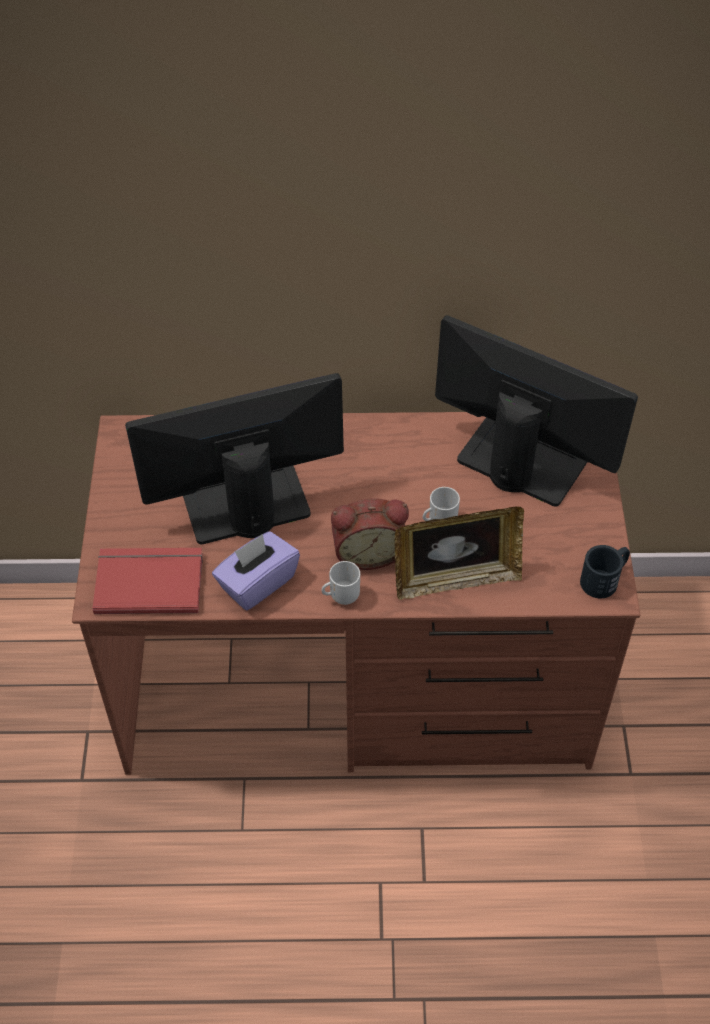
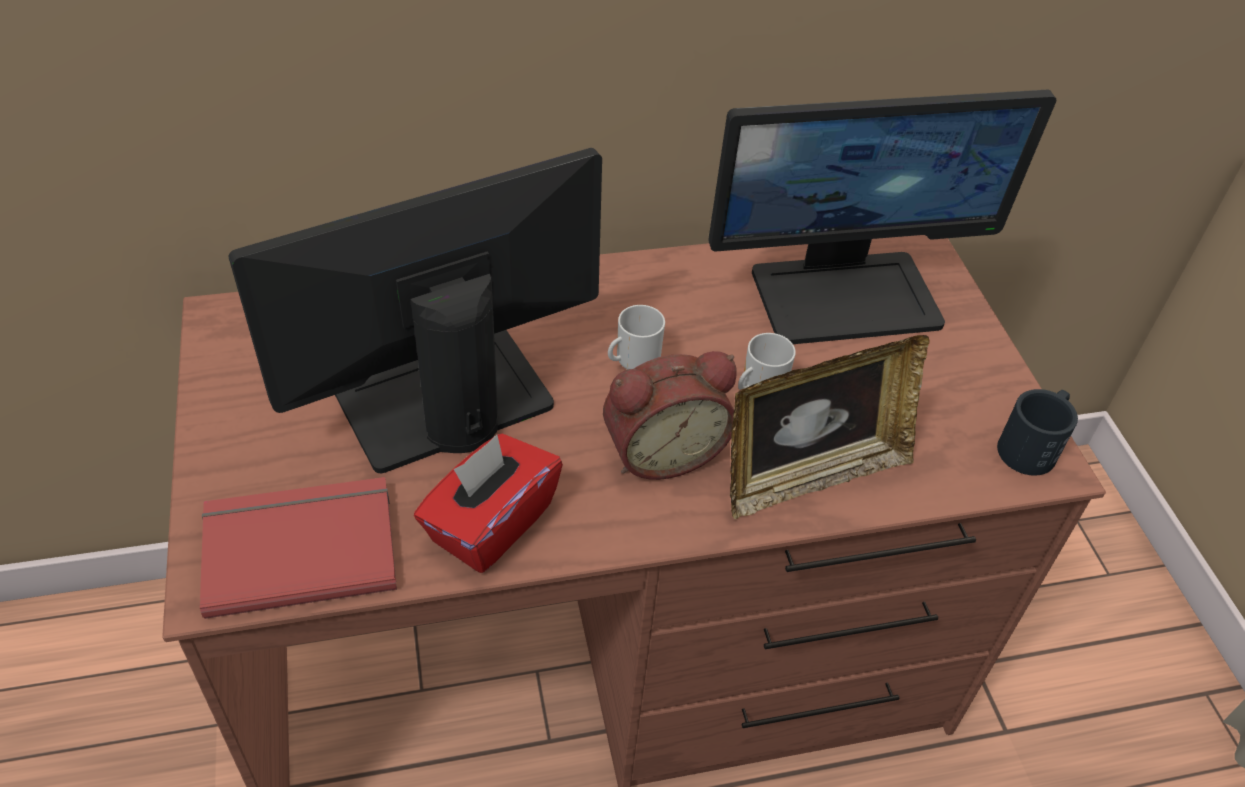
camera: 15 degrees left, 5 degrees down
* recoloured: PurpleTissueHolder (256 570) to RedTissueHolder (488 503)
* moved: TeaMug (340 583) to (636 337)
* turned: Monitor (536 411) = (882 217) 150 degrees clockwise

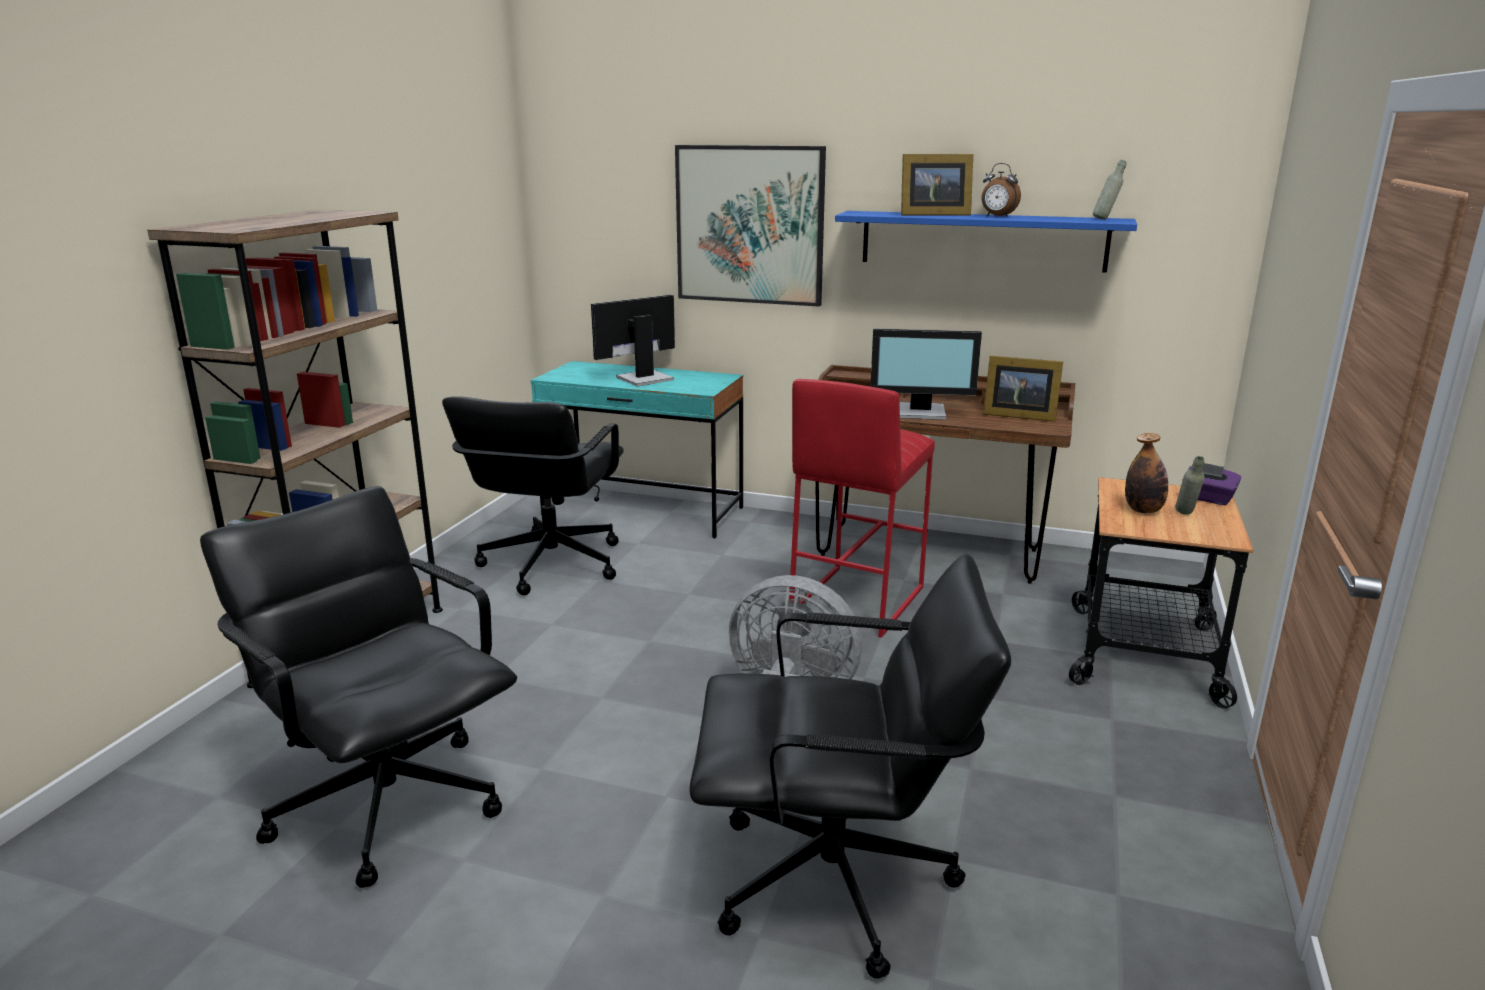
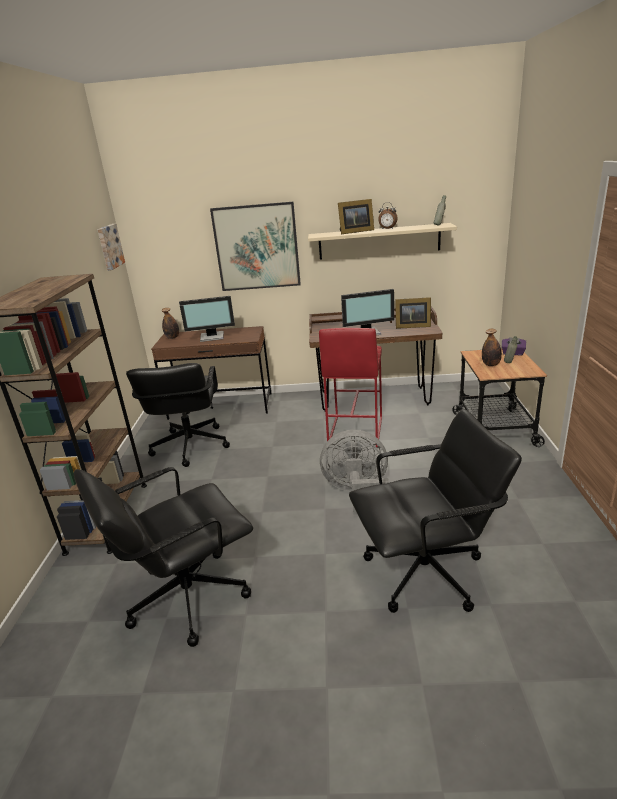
camera: 15 degrees left, 5 degrees up
* turned: BlackColouredDeskChair (358 687) = (163 557) 60 degrees counterclockwise
* recoloured: TurquoiseDesk (637 450) to BrownColouredDesk (211 373)
* turned: Monitor (633 340) = (207 319) 135 degrees counterclockwise
* recoloured: BlueColouredBracketShelf (986 242) to SandColouredBracketShelf (382 241)
* added: WallPicture (111 247)
* added: DrinkBottle (170 323)

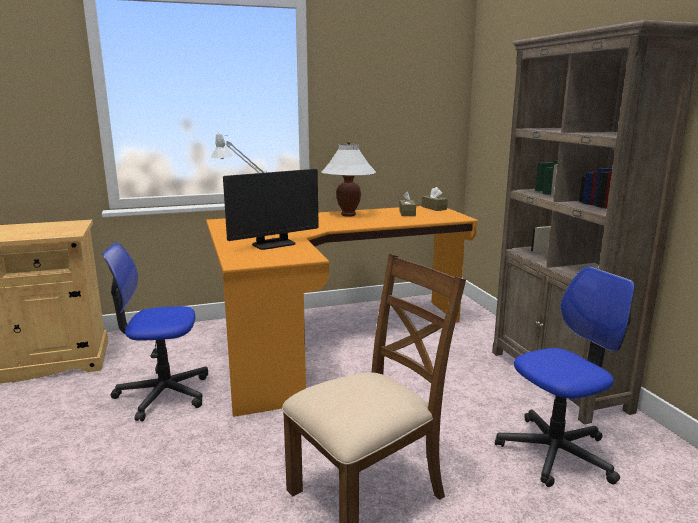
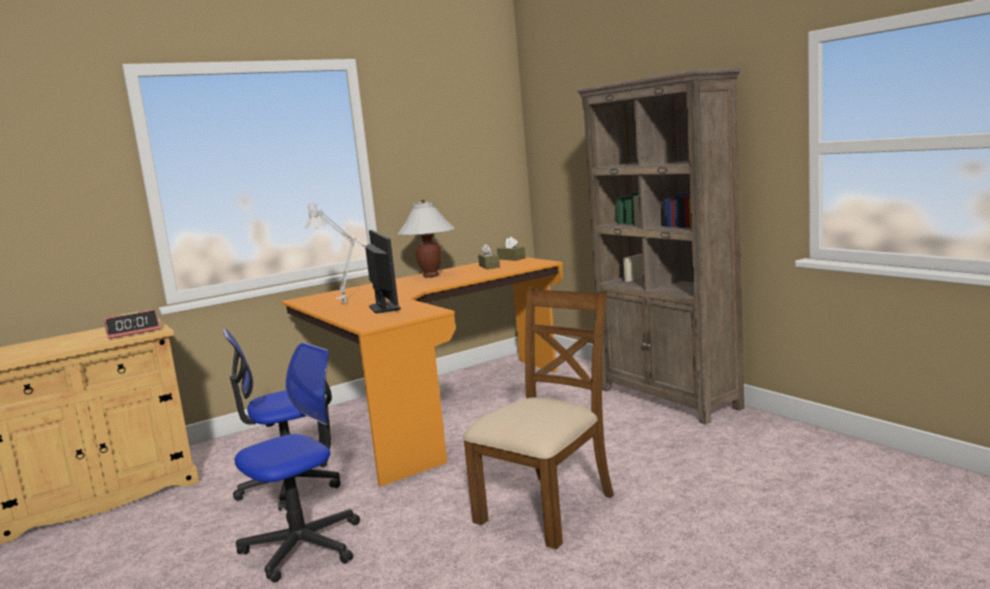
camera: 15 degrees left, 5 degrees down
* turned: Monitor (271 209) = (383 271) 60 degrees counterclockwise
* moved: DeskChair (565 377) to (297 462)
* added: BedsideClock (132 324)

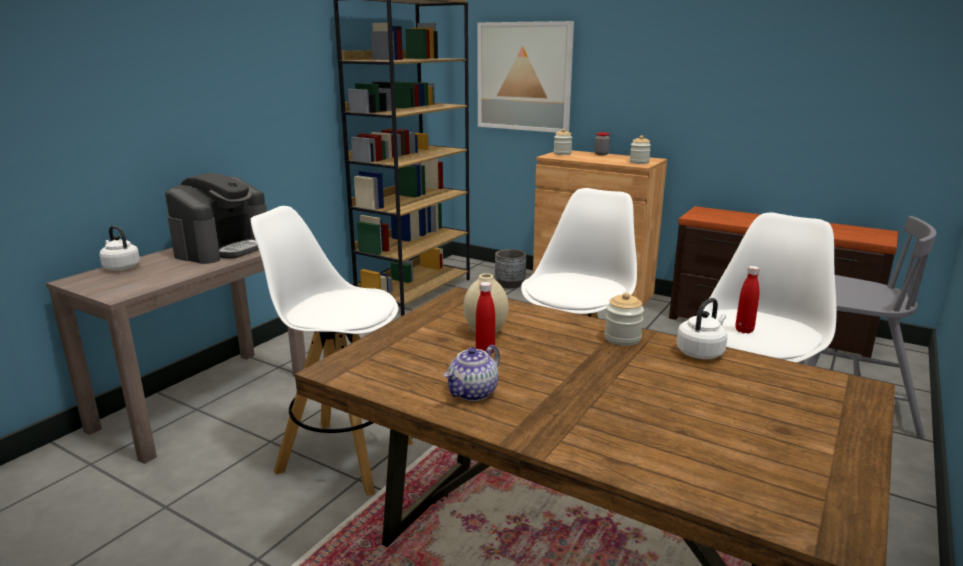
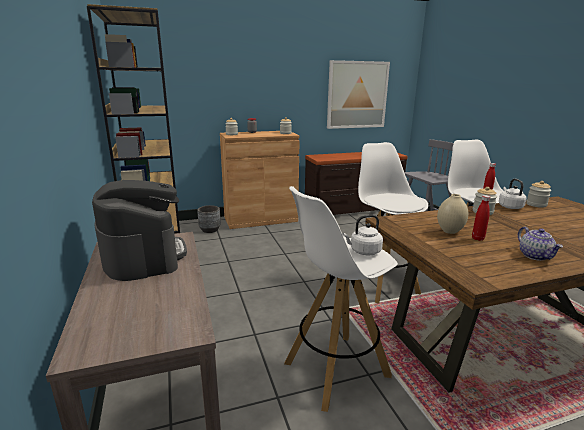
camera: 50 degrees left, 0 degrees up
* moved: WhiteWaterKettle (120 248) to (363 235)
* moved: WallPicture (525 77) to (358 94)
* added: StorageJar (538 194)

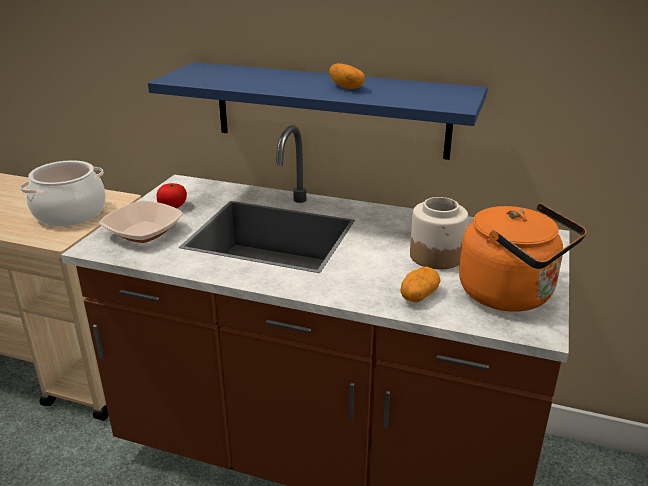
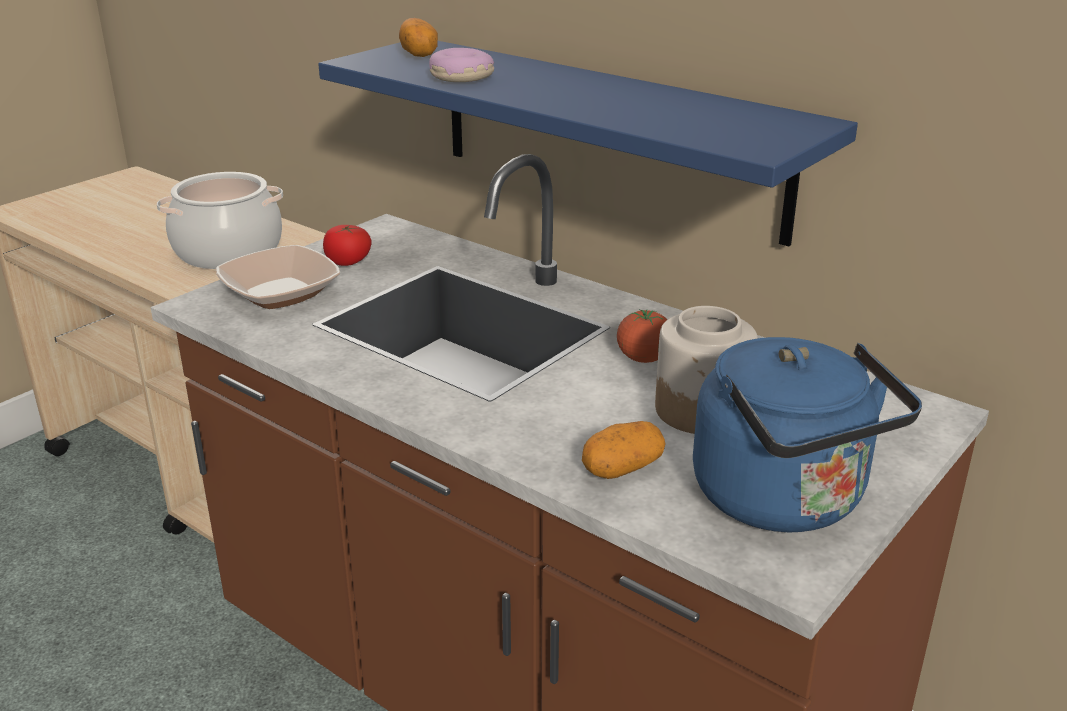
camera: 20 degrees right, 0 degrees up
* moved: WholePotato (347 76) to (418 37)
* recoloured: OrangeyWaterKettle (522 257) to BlueColouredWaterKettle (807 435)
* added: RingDoughnut (461 65)
* added: Tomato (642 336)

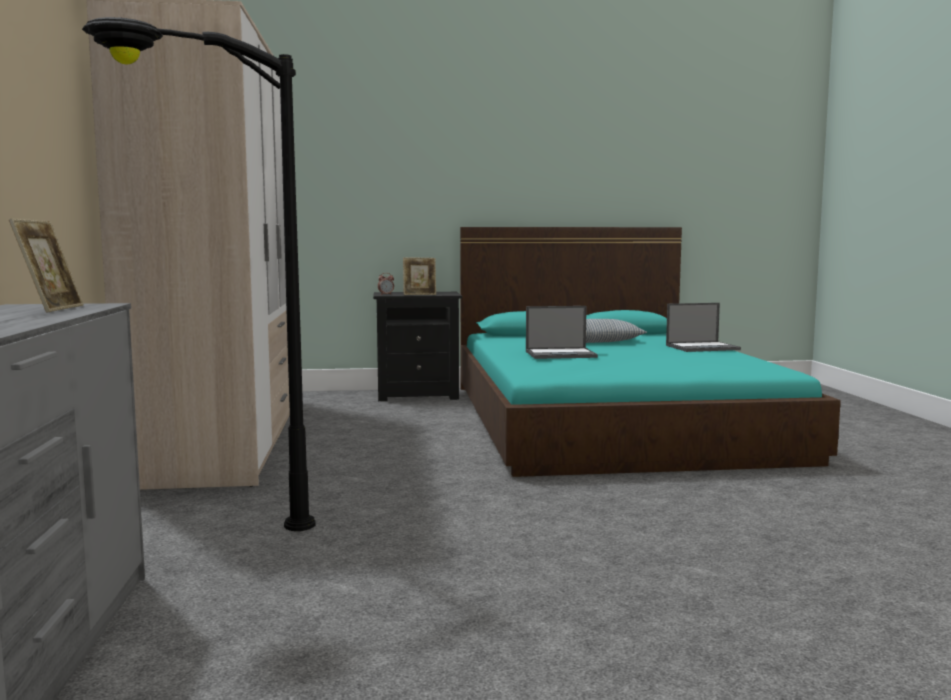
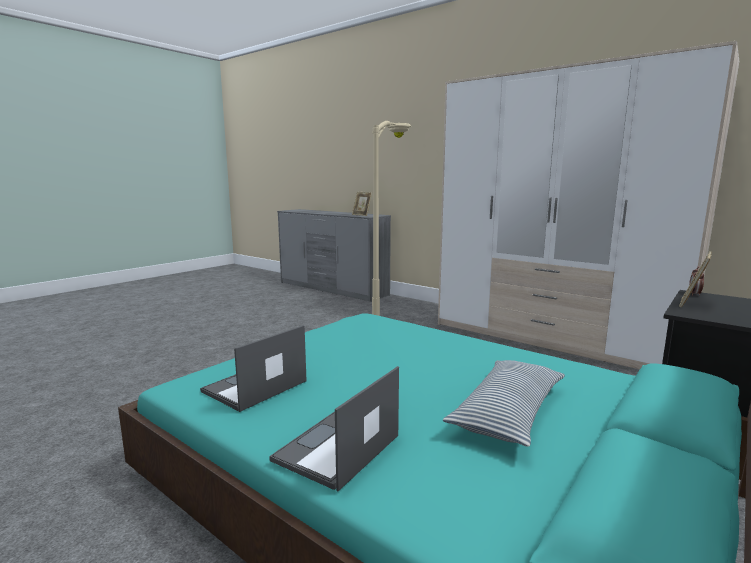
camera: 135 degrees right, 5 degrees up
* recoloured: BlackColouredStandardLamp (199 274) to SandColouredStandardLamp (392 218)
* moved: Laptop (562 332) to (253 368)

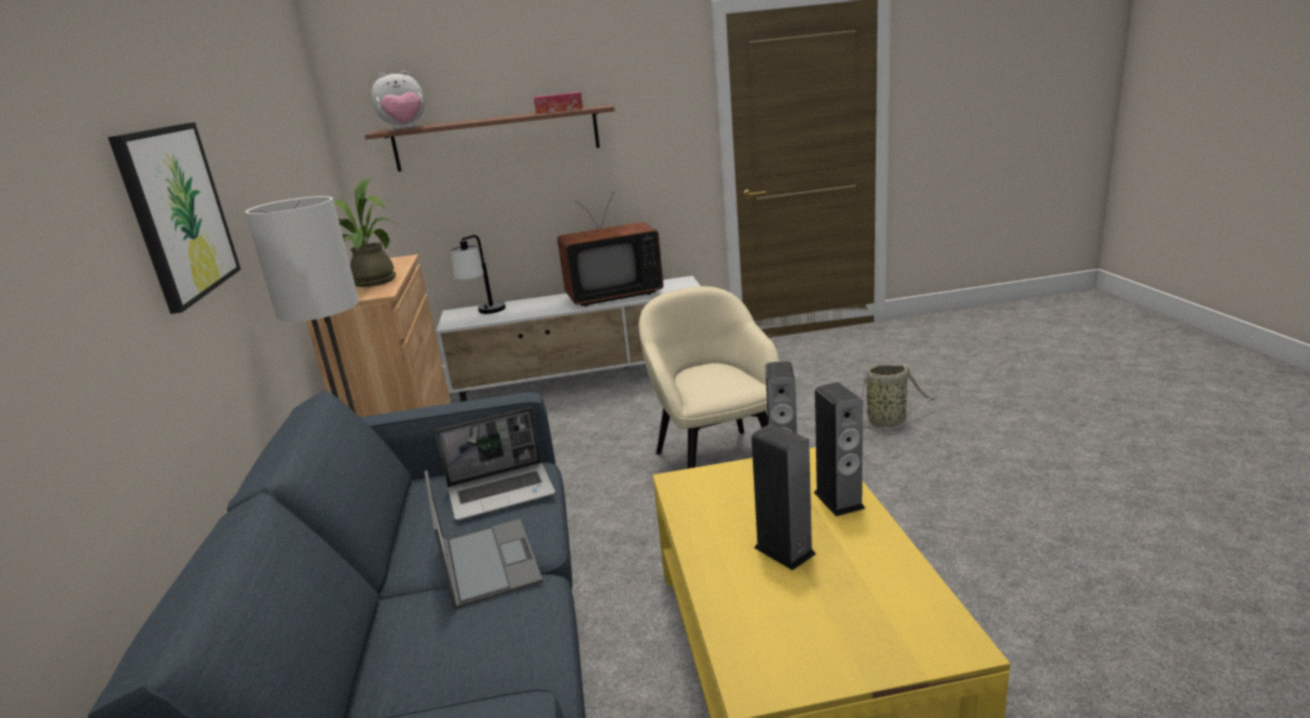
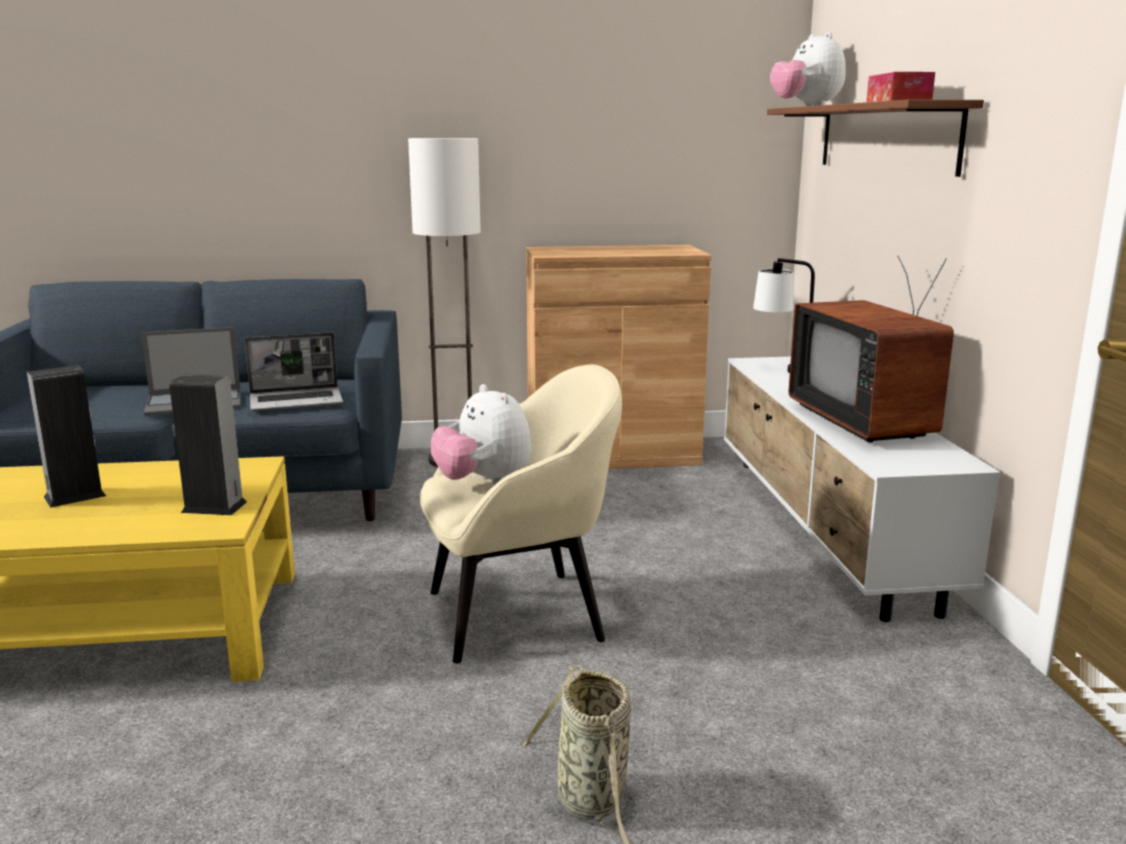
camera: 90 degrees right, 5 degrees down
* removed: WallPicture (174 218)
* removed: PottedPlant (366 232)
* turned: Laptop (495 464) = (294 371) 90 degrees counterclockwise
* removed: Speaker (839 449)
* added: CuddlyToy (481 434)

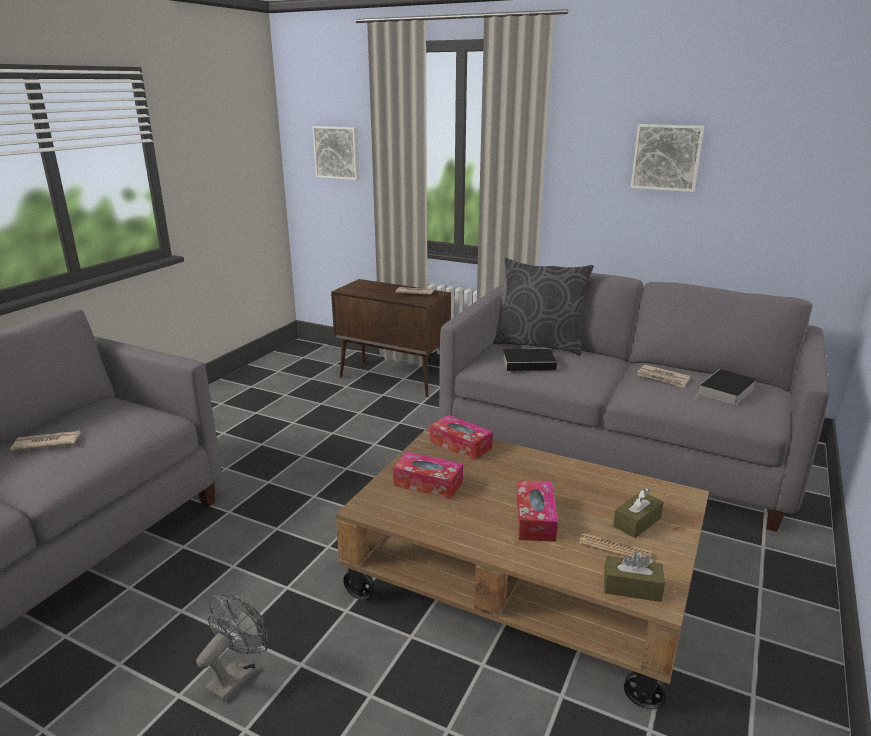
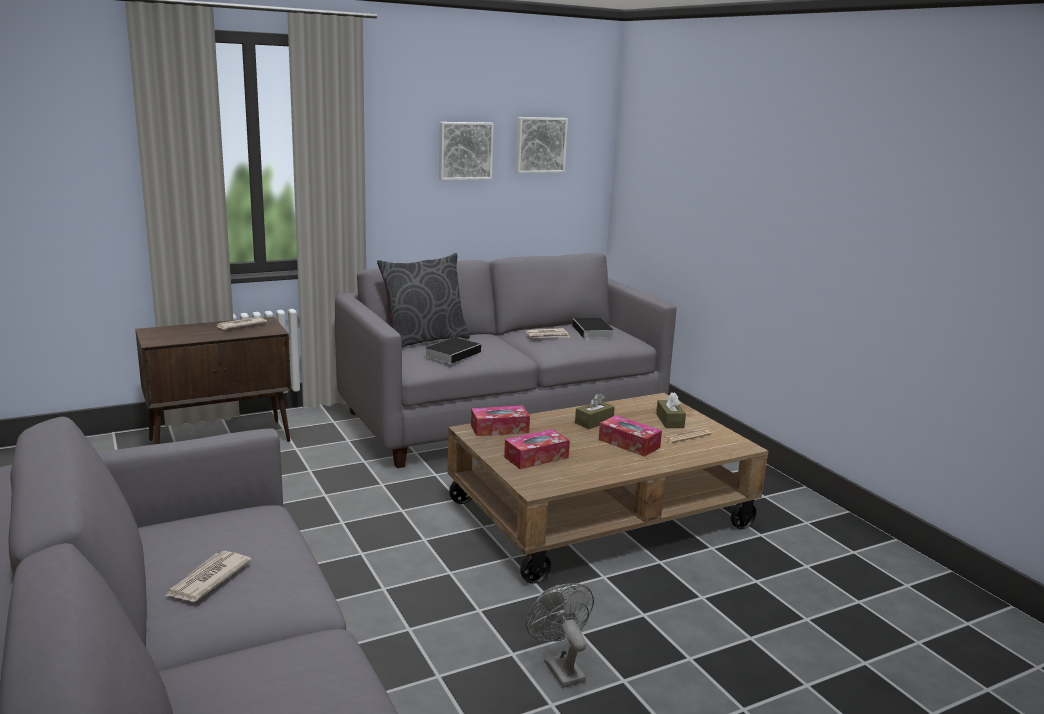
camera: 55 degrees left, 5 degrees down
* moved: WallPicture (336 153) to (542 145)
* moved: BrownColouredTissueHolder (634 576) to (595 411)

